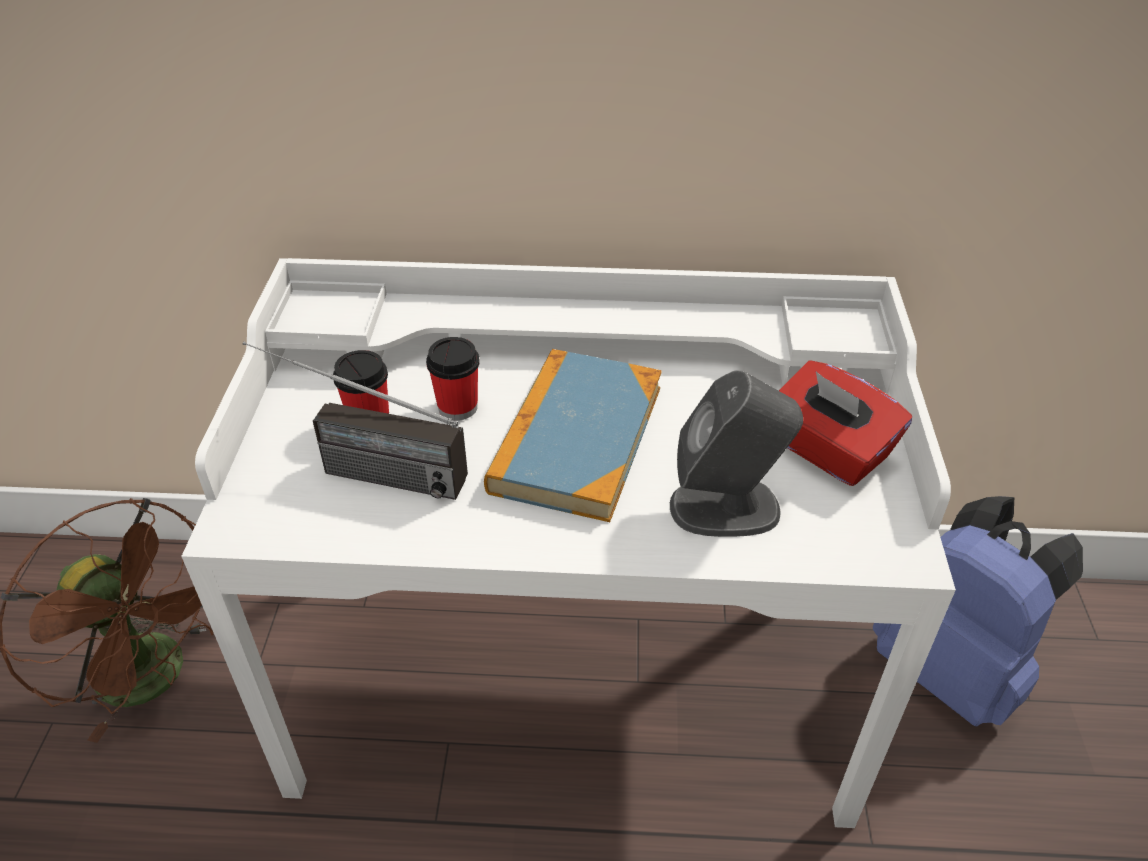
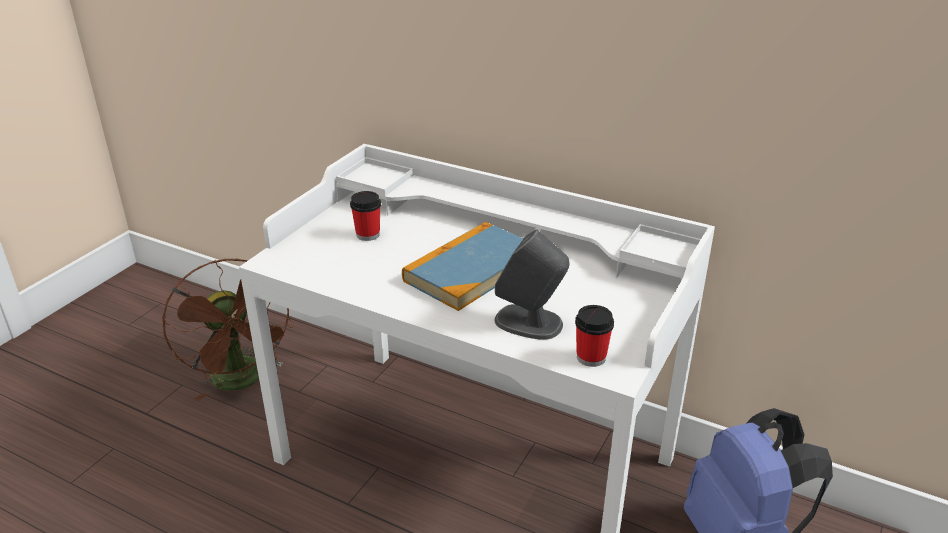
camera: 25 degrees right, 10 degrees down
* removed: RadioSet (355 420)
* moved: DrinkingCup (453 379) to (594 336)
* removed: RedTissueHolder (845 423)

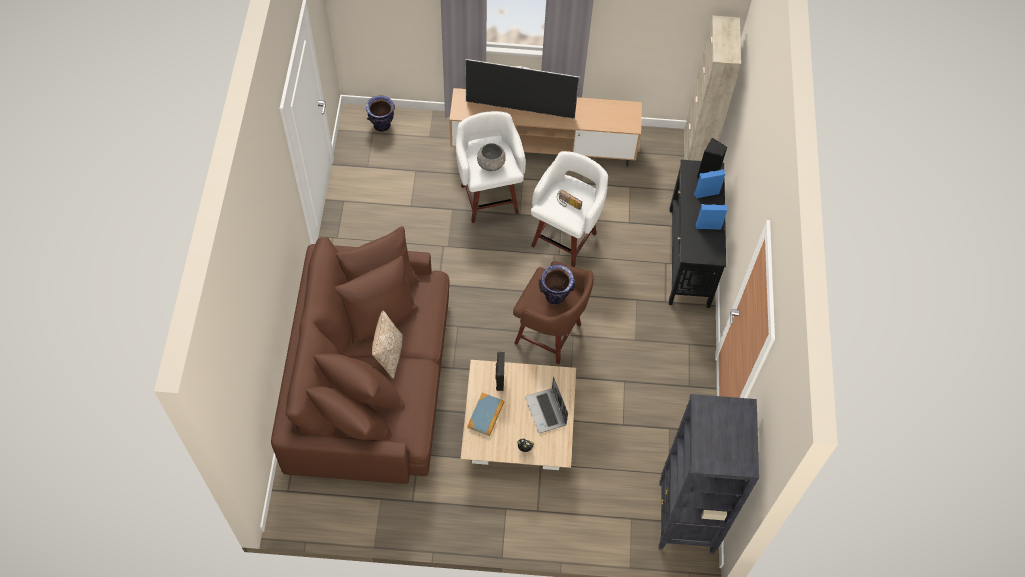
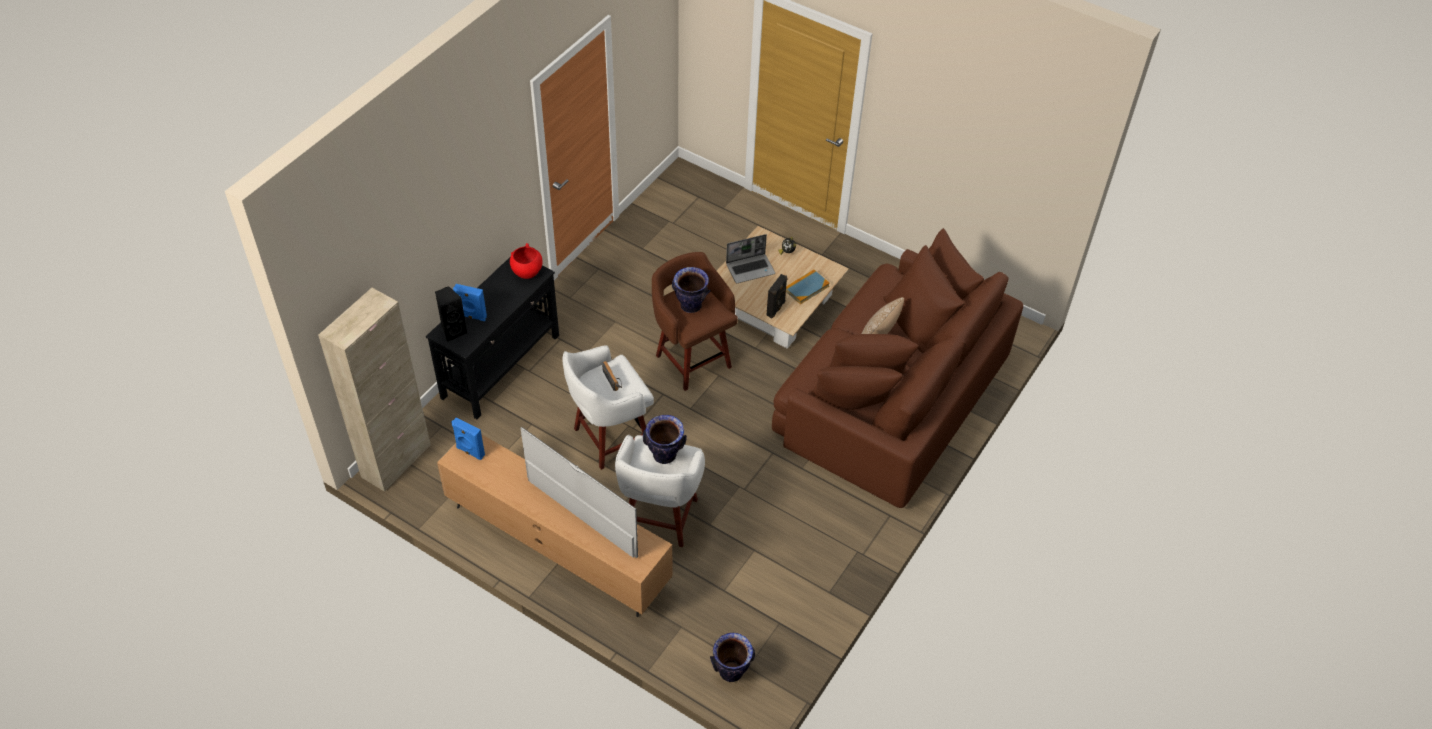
camera: 150 degrees left, 10 degrees down
* replaced: GrayBowl (491 157) to Vase (665 439)
* turned: Laptop (546 405) = (750 258) 60 degrees clockwise
* removed: BlackColouredBookshelf (709 474)
* moved: BlueColouredSpeaker (711 217) to (468 438)
* added: RedBowl (526 261)

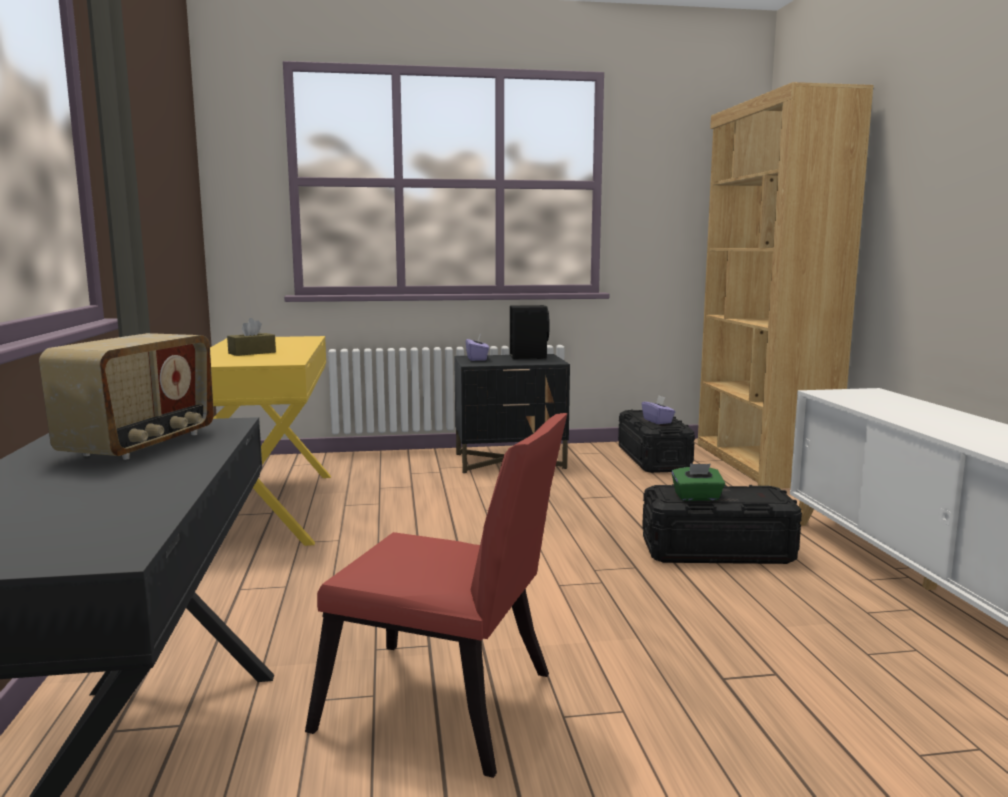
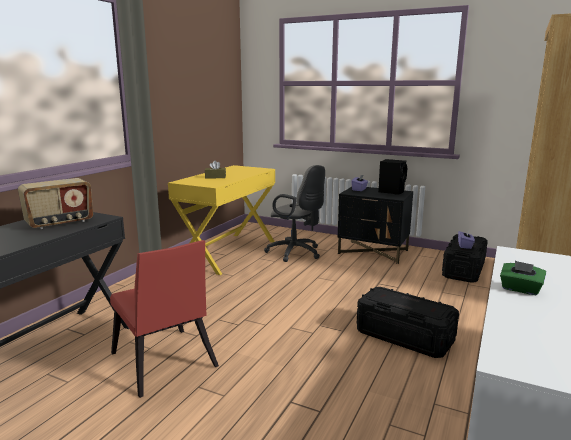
camera: 35 degrees right, 5 degrees up
* moved: GreenColouredTissueHolder (698 482) to (523 278)
* added: GrayDeskChair (294 213)

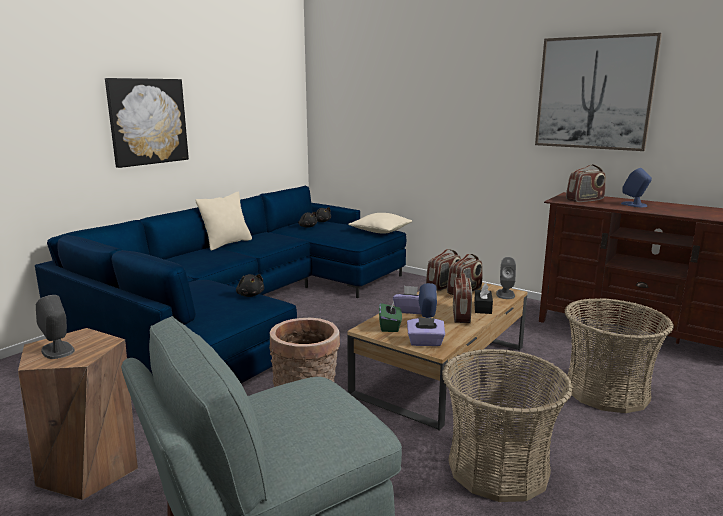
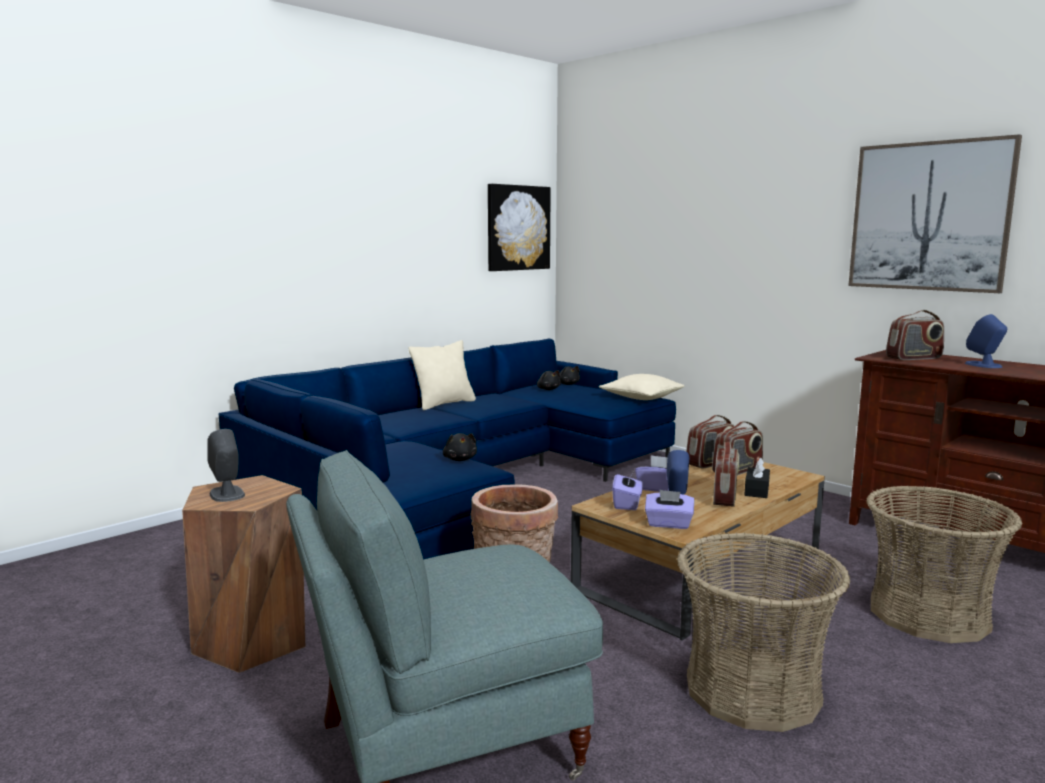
camera: 10 degrees right, 5 degrees down
* moved: WallPicture (147 123) to (519 227)
* recoloured: GreenColouredTissueHolder (390 316) to PurpleTissueHolder (627 490)
* removed: GraySpeaker (506 278)

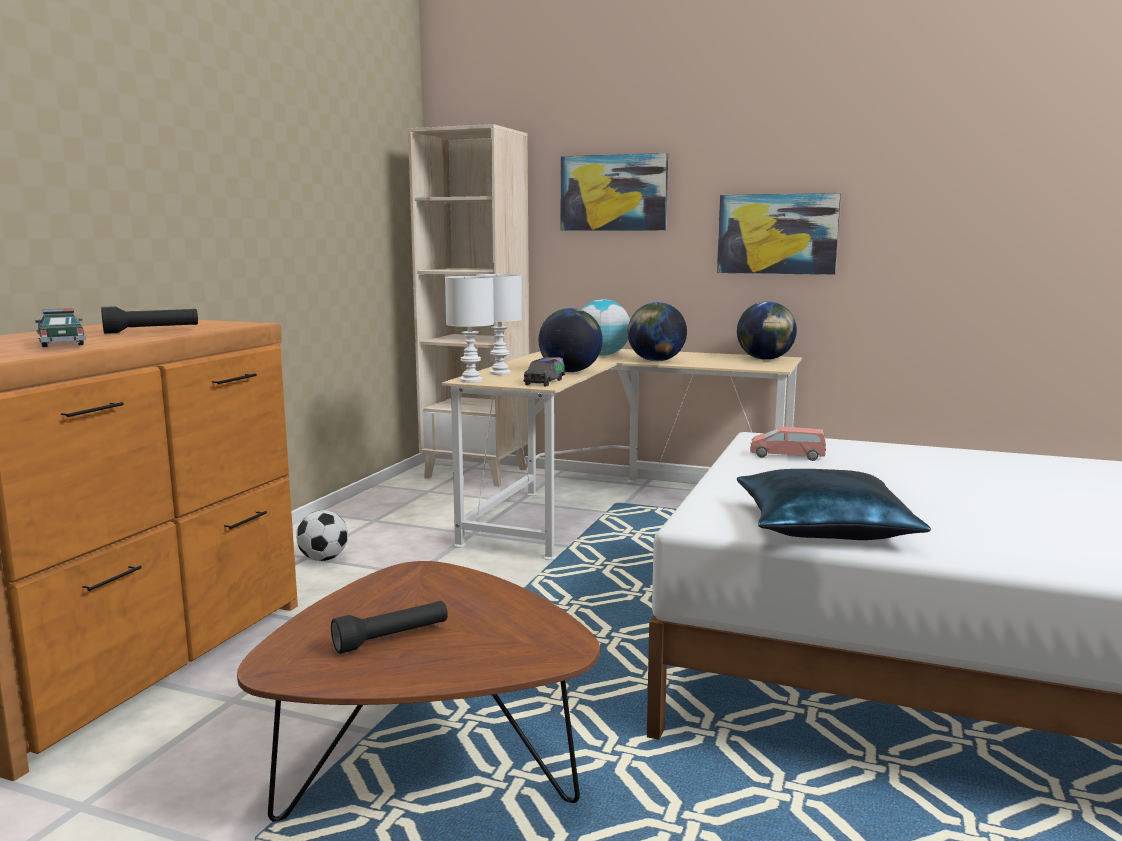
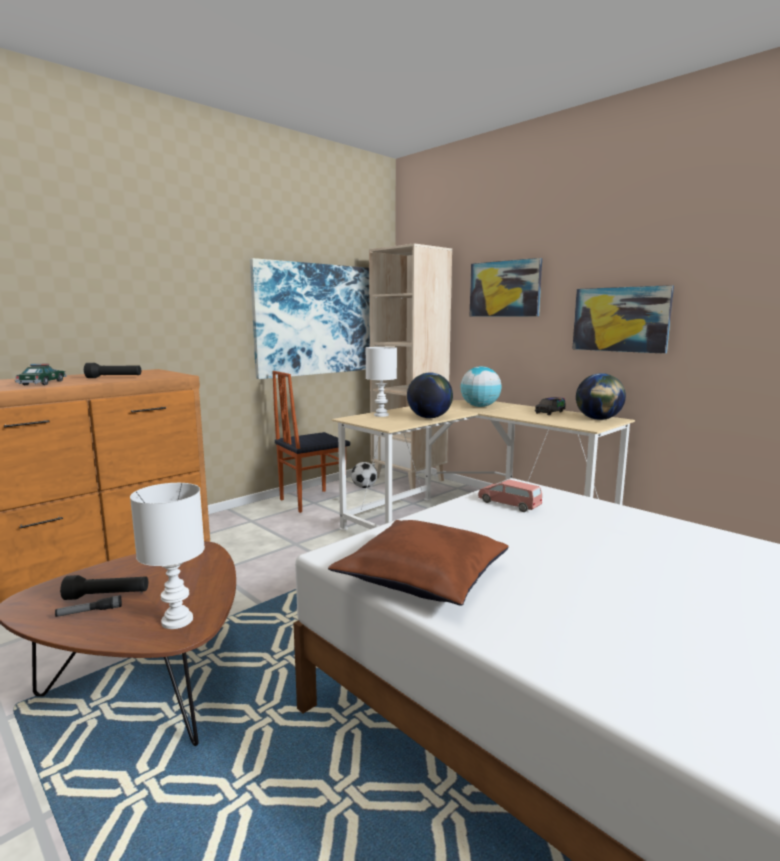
camera: 25 degrees right, 0 degrees up
* moved: FootballBall (322 535) to (364 475)
* moved: WhiteTabletopLamp (469 329) to (167 556)
* moved: ToyLorry (544 371) to (550 406)
* removed: Globe (657 331)
* recoloured: BlueColouredCushion (834 504) to BrownColouredCushion (418 562)
* added: Flashlight (88 606)
* added: WallPicture (310 318)
* added: Chair (311 442)

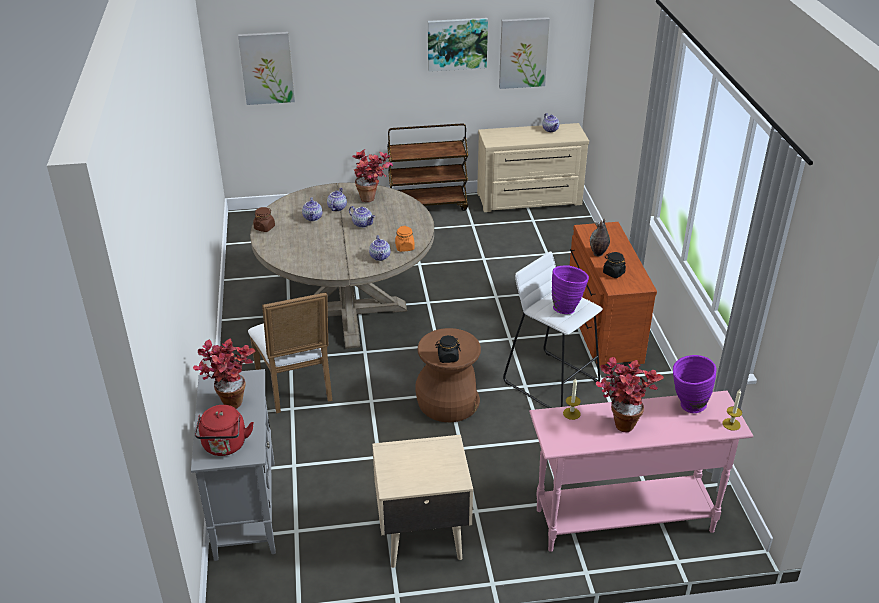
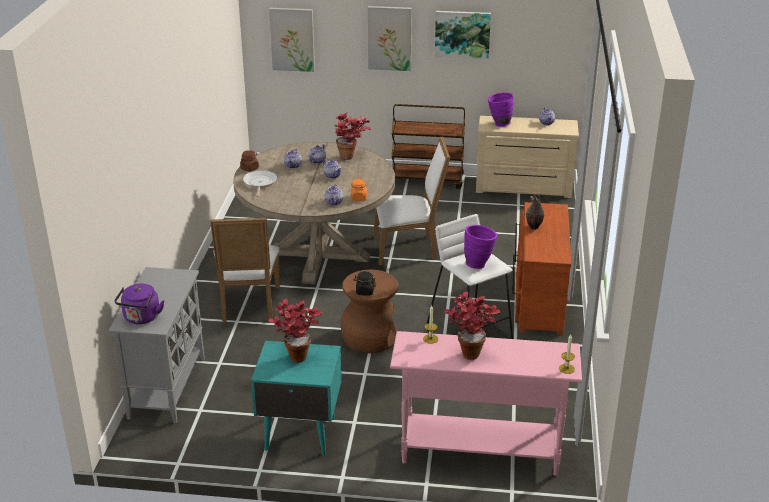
camera: 15 degrees right, 5 degrees down
* moved: PottedPlant (224 374) to (295 331)
* recoloured: RedWaterKettle (224 430) to PurpleWaterKettle (139 304)
* recoloured: SandColouredBedsideTable (422 501) to TurquoiseBedsideTable (296 398)
* moved: WallPicture (524 53) to (390 38)
* removed: BlackColouredStorageJar (614 265)
* moved: PurpleVase (694 384) to (500 110)
* added: Skillet (260 183)
* added: WhiteChair (411 200)

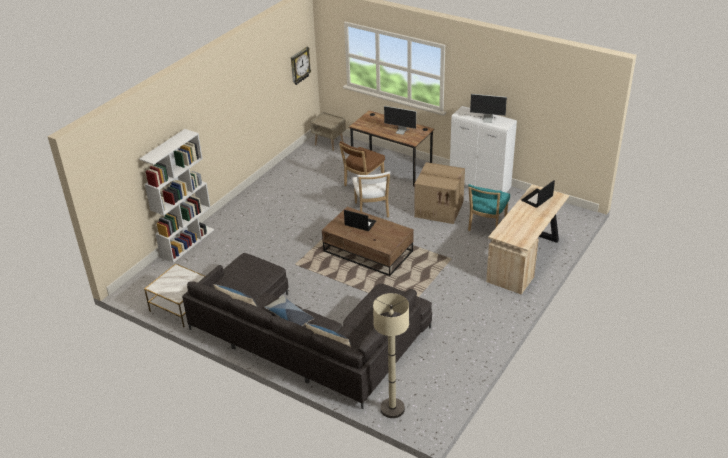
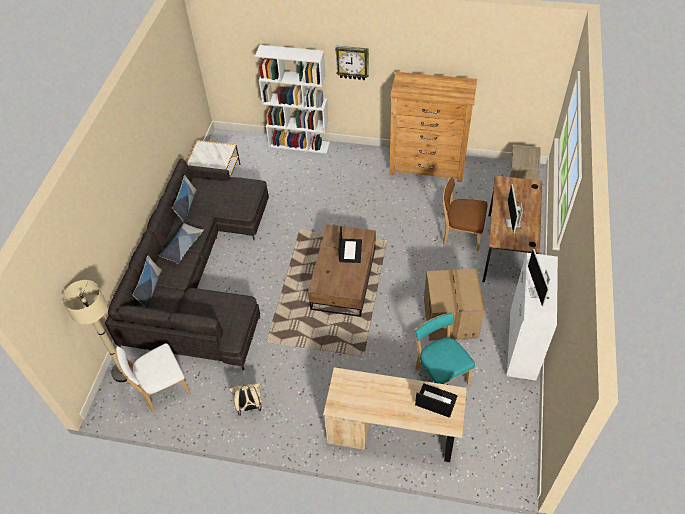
camera: 70 degrees right, 15 degrees up
* moved: ClockOnTheWall (301 66) to (352 63)
* moved: WhiteChair (371 194) to (152 377)
* turned: TurquoiseChair (489 207) = (445 348) 60 degrees clockwise
* added: SandColouredRucksack (245 399)
* added: BrownColouredDrawerChest (433 127)

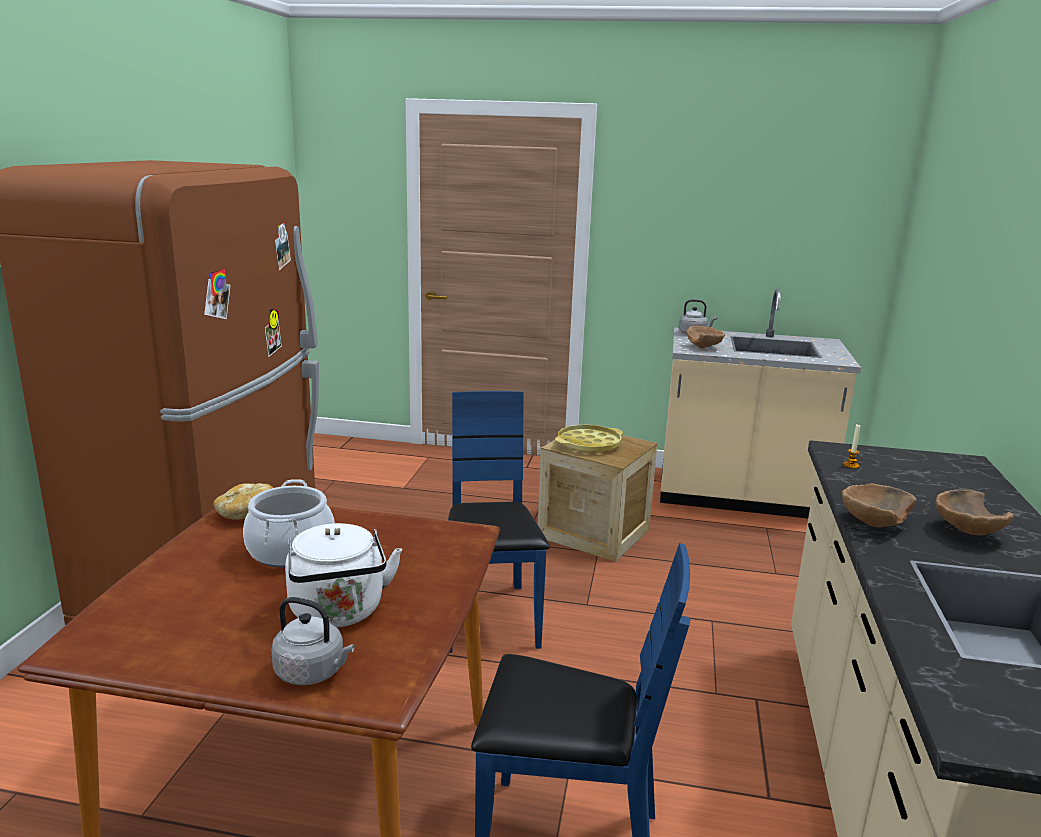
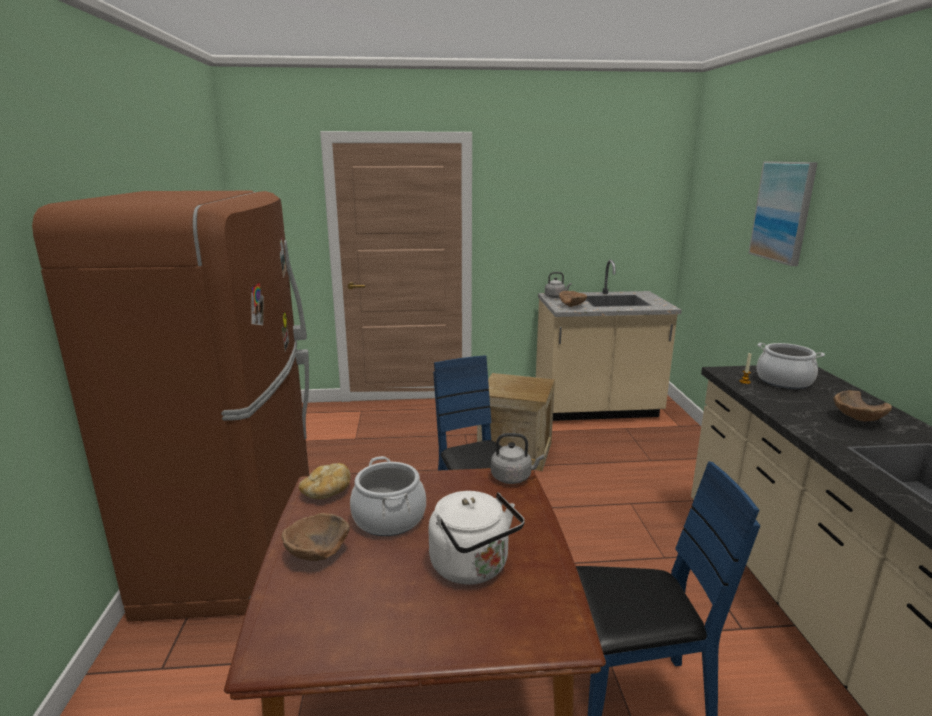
camera: 15 degrees left, 0 degrees up
* moved: GrayWaterKettle (313 641) to (517 458)
* removed: YellowServingTray (589 439)
* moved: BrownColouredBowl (879 505) to (316 537)
* added: WallPicture (783 213)
* added: Saucepot (791 366)

